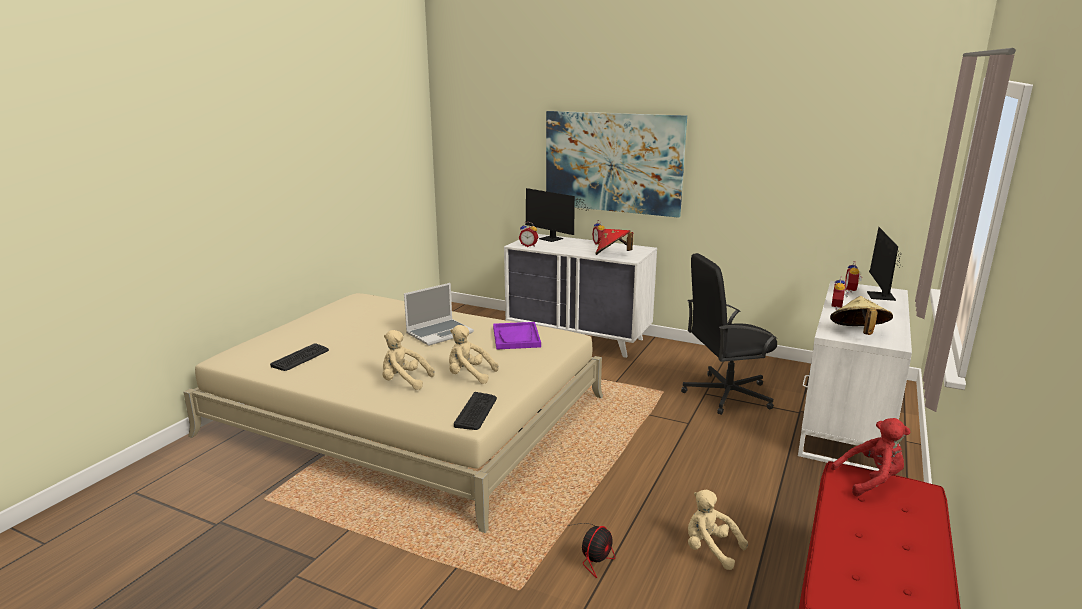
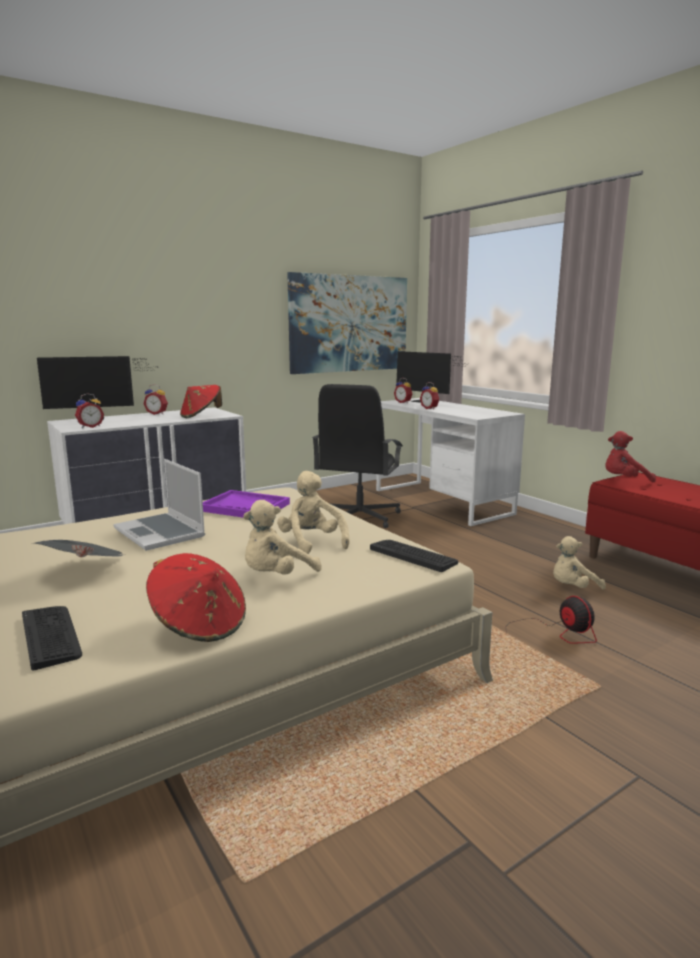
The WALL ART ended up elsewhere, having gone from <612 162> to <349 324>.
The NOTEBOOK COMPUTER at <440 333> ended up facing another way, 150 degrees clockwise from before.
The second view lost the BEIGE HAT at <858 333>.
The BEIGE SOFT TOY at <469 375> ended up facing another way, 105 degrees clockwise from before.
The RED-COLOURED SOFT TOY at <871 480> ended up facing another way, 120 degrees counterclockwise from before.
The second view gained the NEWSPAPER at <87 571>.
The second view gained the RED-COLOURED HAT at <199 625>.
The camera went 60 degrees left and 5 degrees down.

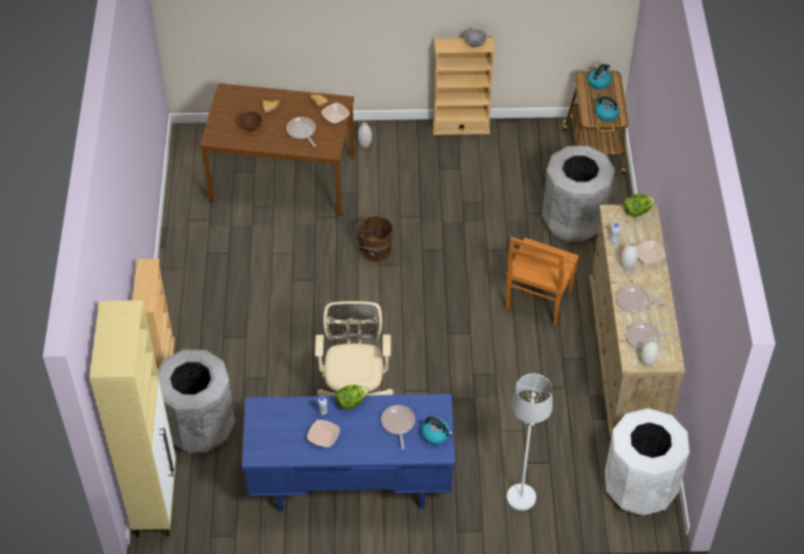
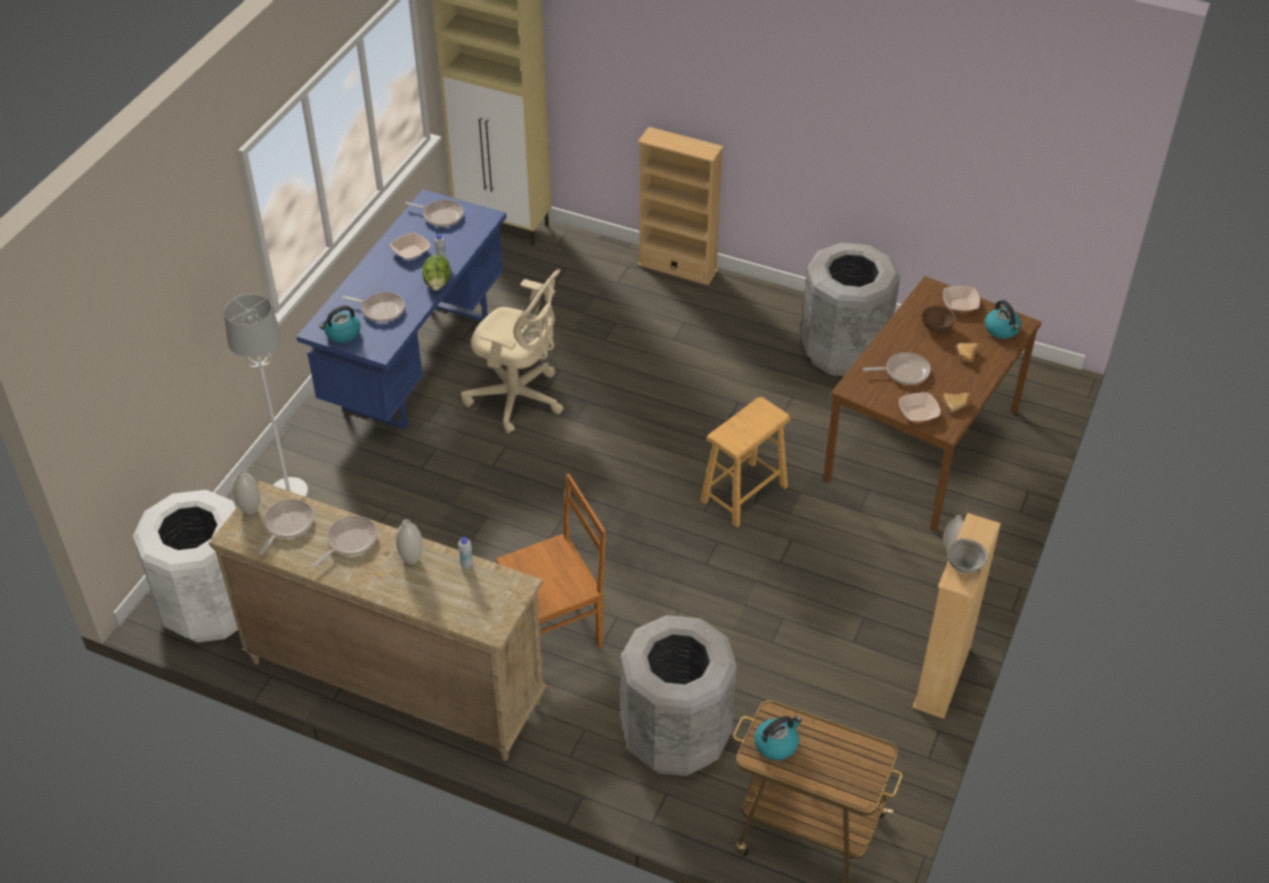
The TEA KETTLE ended up elsewhere, having gone from <599 82> to <1002 329>.
The second view lost the LETTUCE at <637 211>.
Where the BROWN-COLOURED PAIL stood at <375 250>, the BROWN-COLOURED SITTING STOOL came to stand at <743 493>.
The BROWN-COLOURED PLAIN CHAIR at <537 301> ended up facing another way, 105 degrees clockwise from before.
The DEEP DISH ended up elsewhere, having gone from <649 256> to <960 304>.
The GREY RUBBISH BIN ended up elsewhere, having gone from <200 428> to <843 351>.
The second view gained the FRYING PAN at <441 216>.
The camera went 115 degrees right and 5 degrees down.

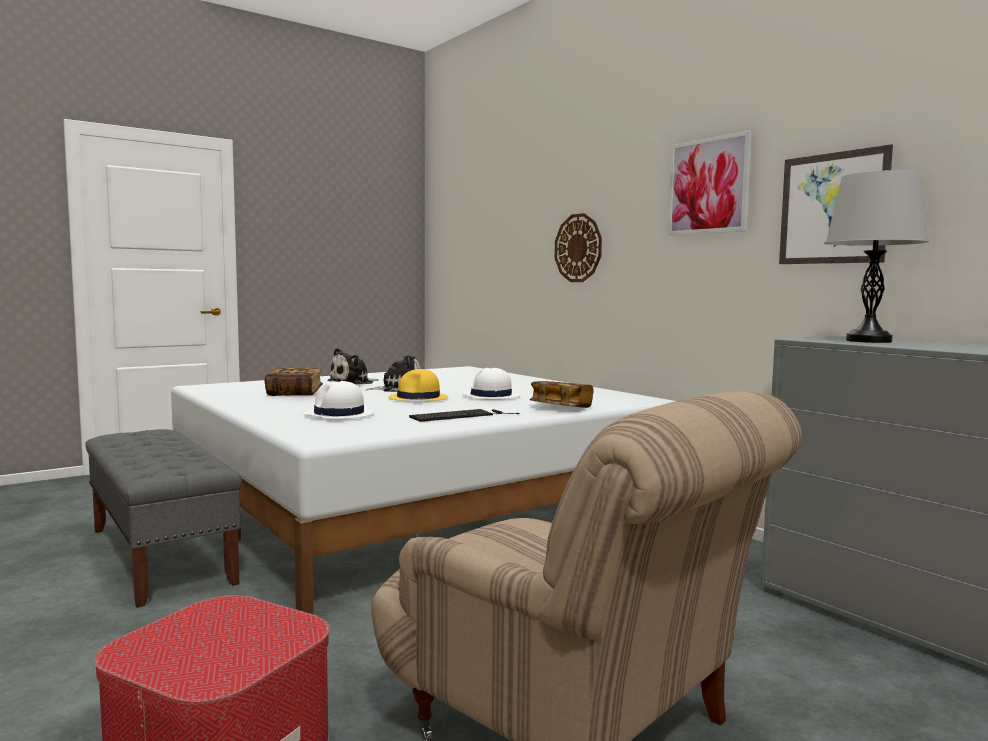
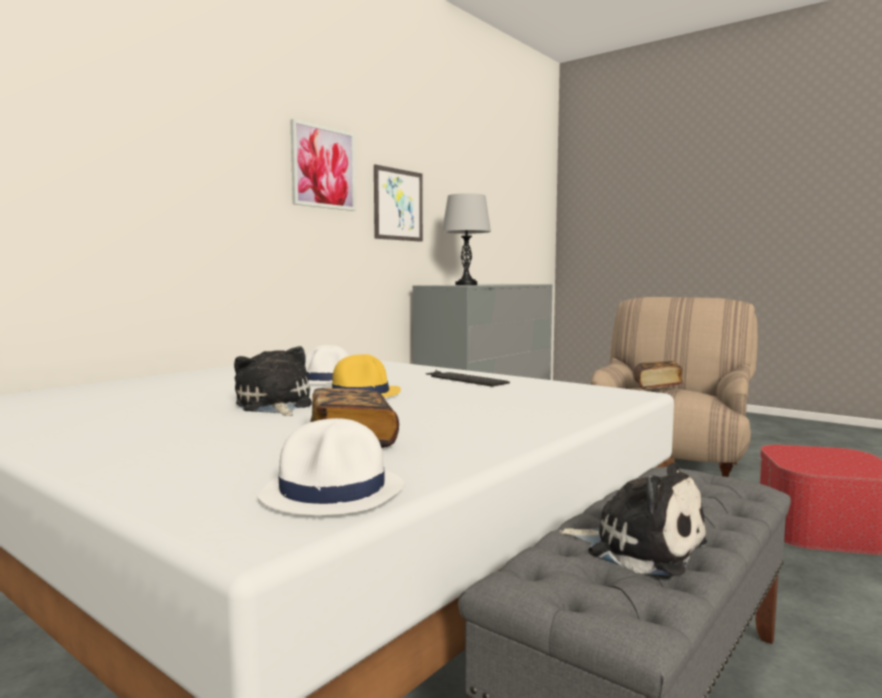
The second view lost the HANGING CLOCK at <578 248>.
The SOFT TOY ended up elsewhere, having gone from <353 382> to <639 547>.
The WHITISH HAT ended up elsewhere, having gone from <339 415> to <334 492>.
The VOLUME ended up elsewhere, having gone from <561 408> to <657 387>.
The camera went 105 degrees left and 0 degrees up.

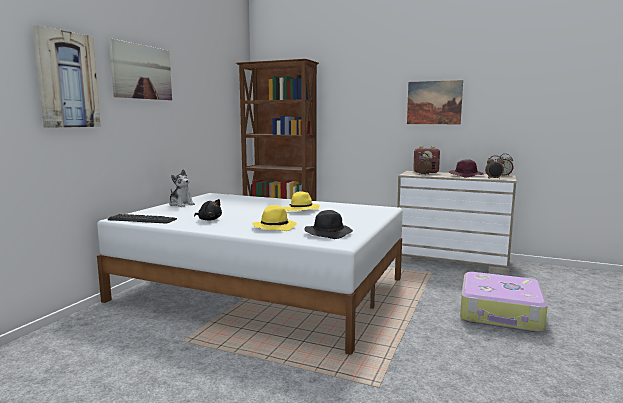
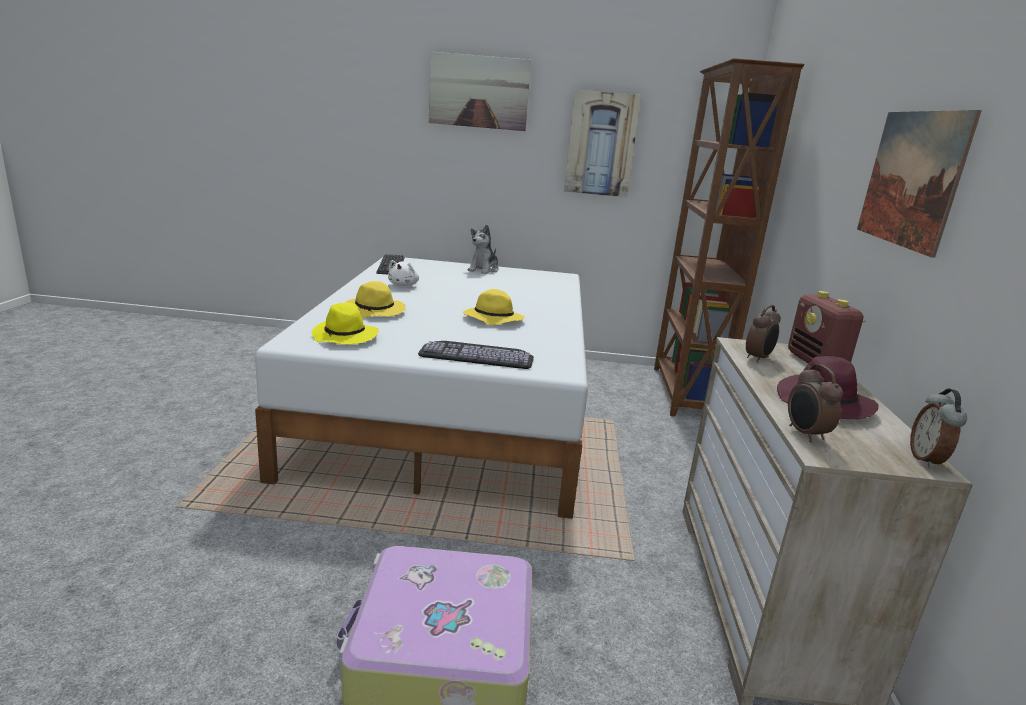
The WALL ART ended up elsewhere, having gone from <67 80> to <601 144>.
What was the BLACKISH SOFT TOY at <209 219> turned into the WHITISH SOFT TOY at <403 285>.
What was the BLACKISH HAT at <329 233> turned into the YELLOW HAT at <345 337>.
The second view gained the COMPUTER KEYBOARD at <478 354>.
The camera went 70 degrees right and 10 degrees up.

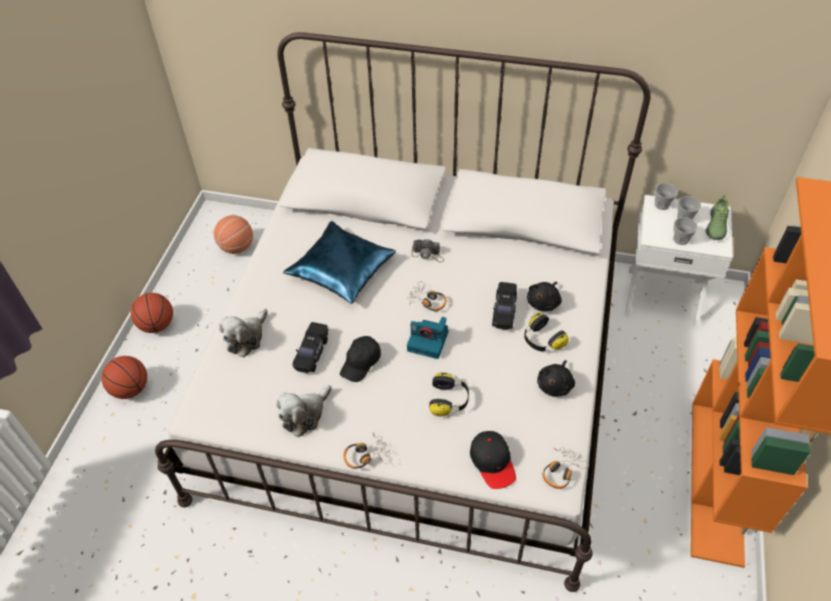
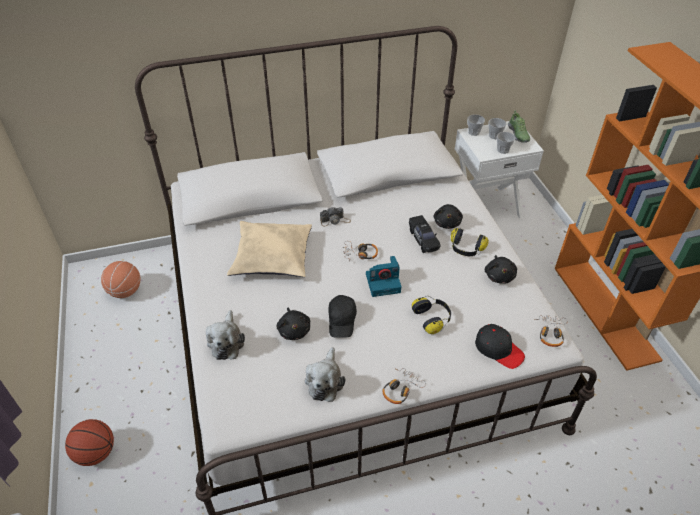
What was the BLUE-COLOURED PILLOW at <341 270> turned into the BEIGE PILLOW at <272 257>.
The second view lost the BALL FOR BASKETBALL at <157 325>.
Where the BLACKISH MODEL CAR stood at <311 353>, the BLACKISH SOFT TOY came to stand at <294 330>.
The camera went 30 degrees left and 5 degrees down.

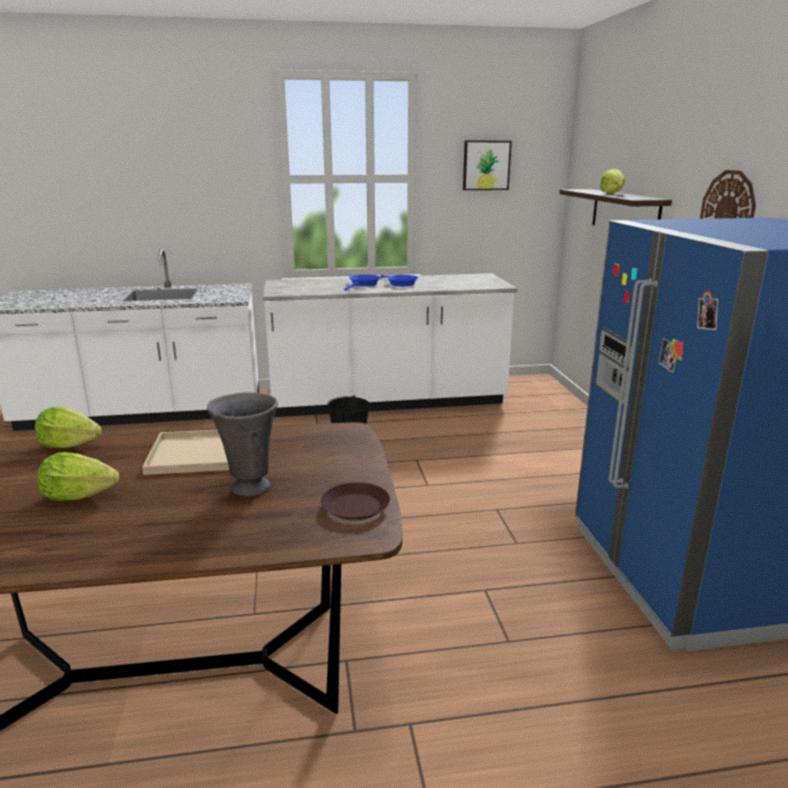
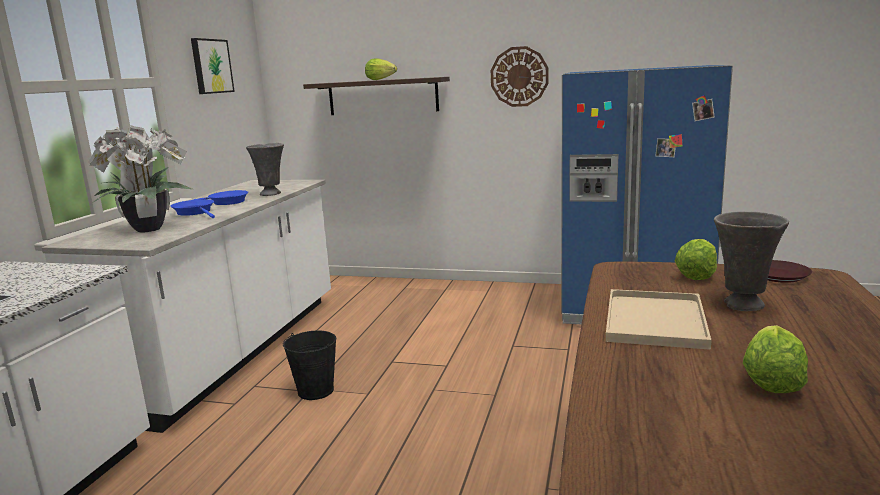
The LETTUCE ended up elsewhere, having gone from <69 445> to <696 276>.
The second view gained the POTTED PLANT at <146 229>.
The second view gained the GREY DECORATIVE VASE at <271 194>.
The camera went 65 degrees left and 5 degrees down.

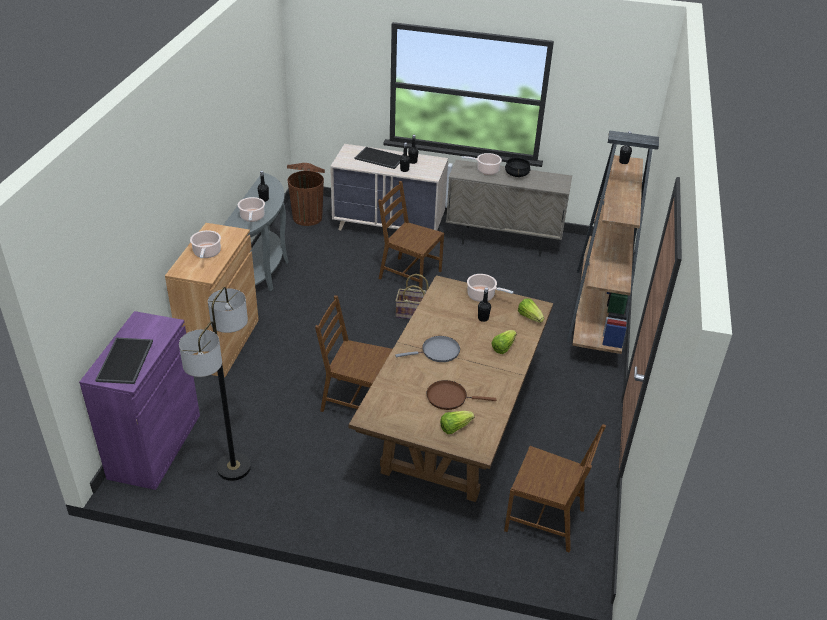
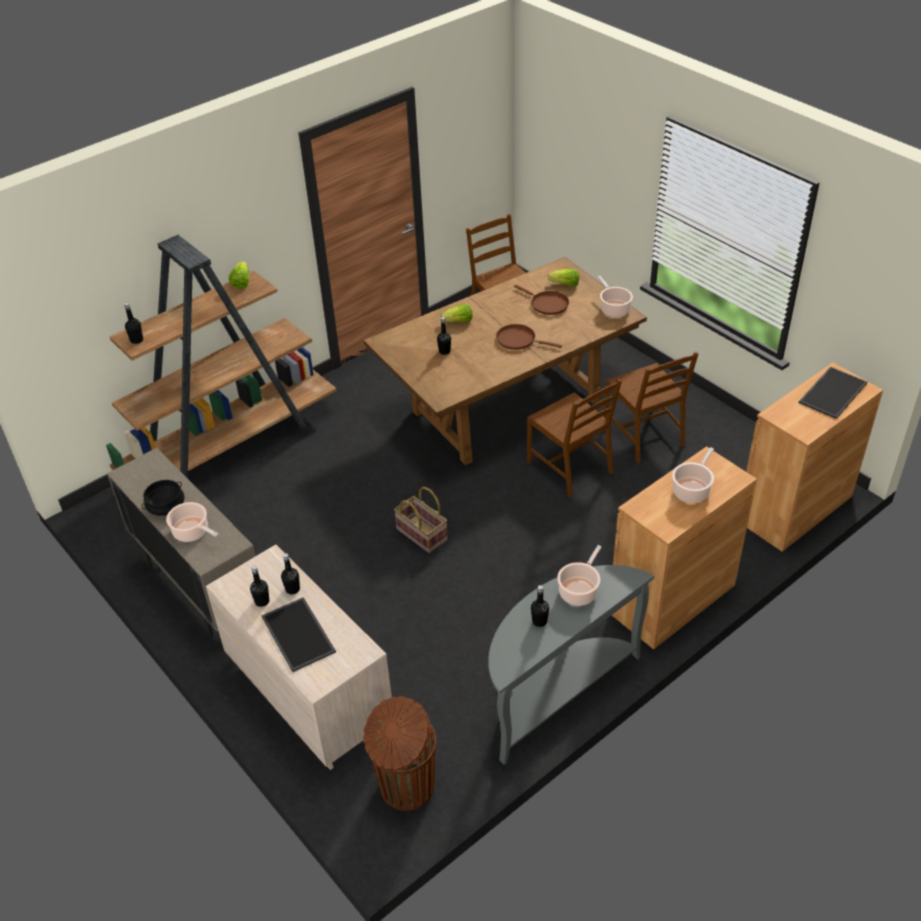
The BROWN-COLOURED PLAIN CHAIR ended up elsewhere, having gone from <409 275> to <644 435>.
The SAUCEPOT ended up elsewhere, having gone from <482 296> to <614 309>.
The second view lost the FLOOR LAMP at <233 468>.
The LETTUCE ended up elsewhere, having gone from <530 317> to <241 282>.
What was the PURPLE CABINET at <155 446> turned into the BROWN-COLOURED CABINET at <794 508>.
What was the GREY FRYING PAN at <438 352> turned into the BROWN-COLOURED FRYING PAN at <518 340>.
The camera went 140 degrees left and 5 degrees up.

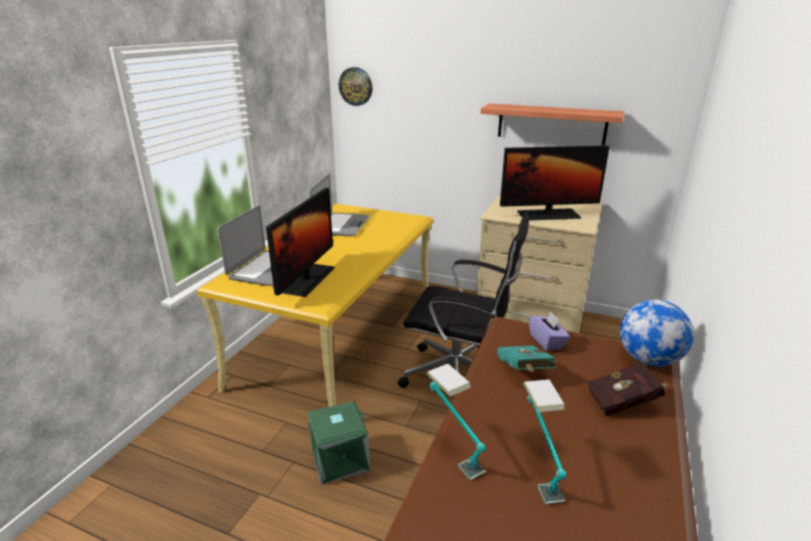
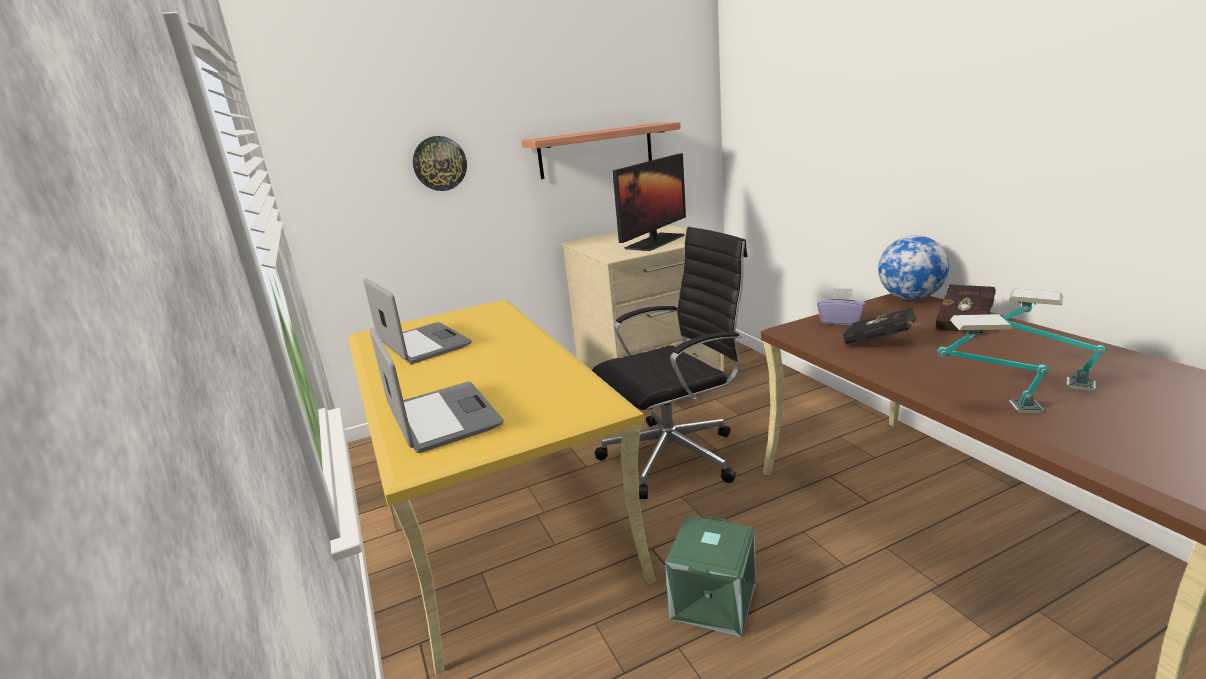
The HANGING CLOCK ended up elsewhere, having gone from <356 86> to <439 163>.
The second view lost the MONITOR at <307 279>.
What was the TURQUOISE-COLOURED VOLUME at <523 372> turned into the BLACKISH VOLUME at <881 343>.
The camera went 45 degrees left and 5 degrees down.

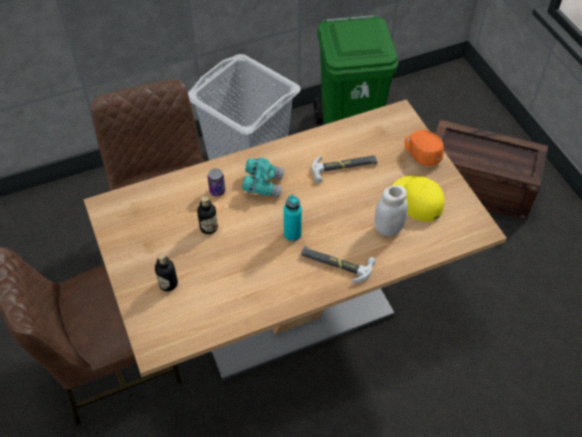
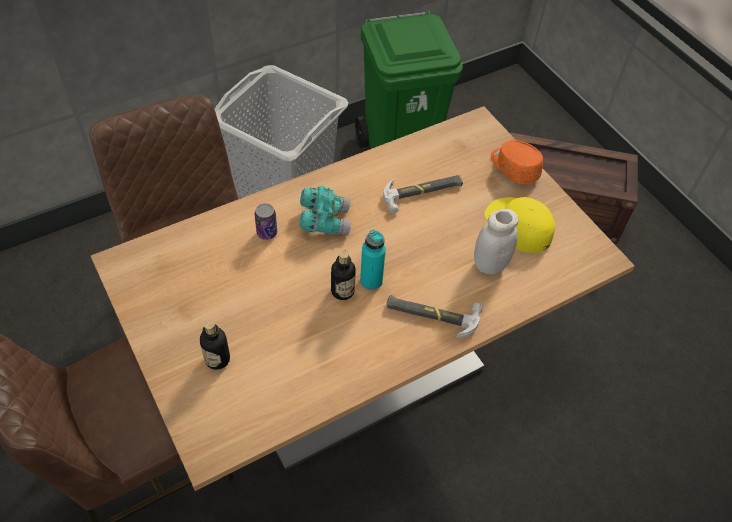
The BEVERAGE BOTTLE ended up elsewhere, having gone from <209 227> to <342 291>.
The camera went 10 degrees left and 0 degrees up.

